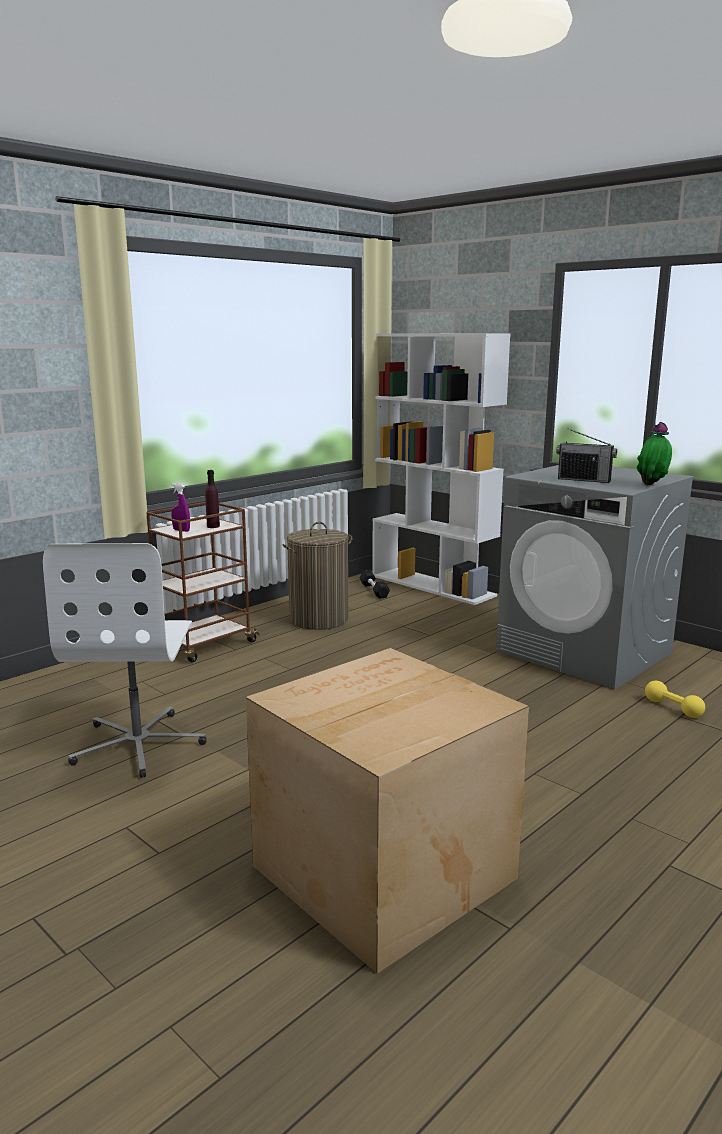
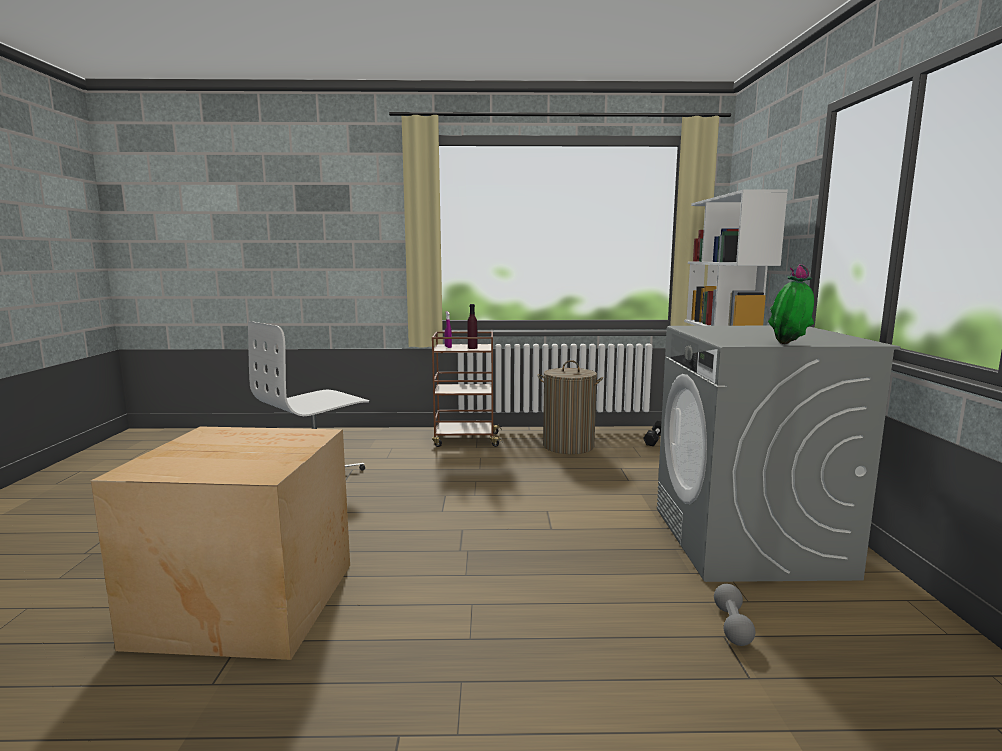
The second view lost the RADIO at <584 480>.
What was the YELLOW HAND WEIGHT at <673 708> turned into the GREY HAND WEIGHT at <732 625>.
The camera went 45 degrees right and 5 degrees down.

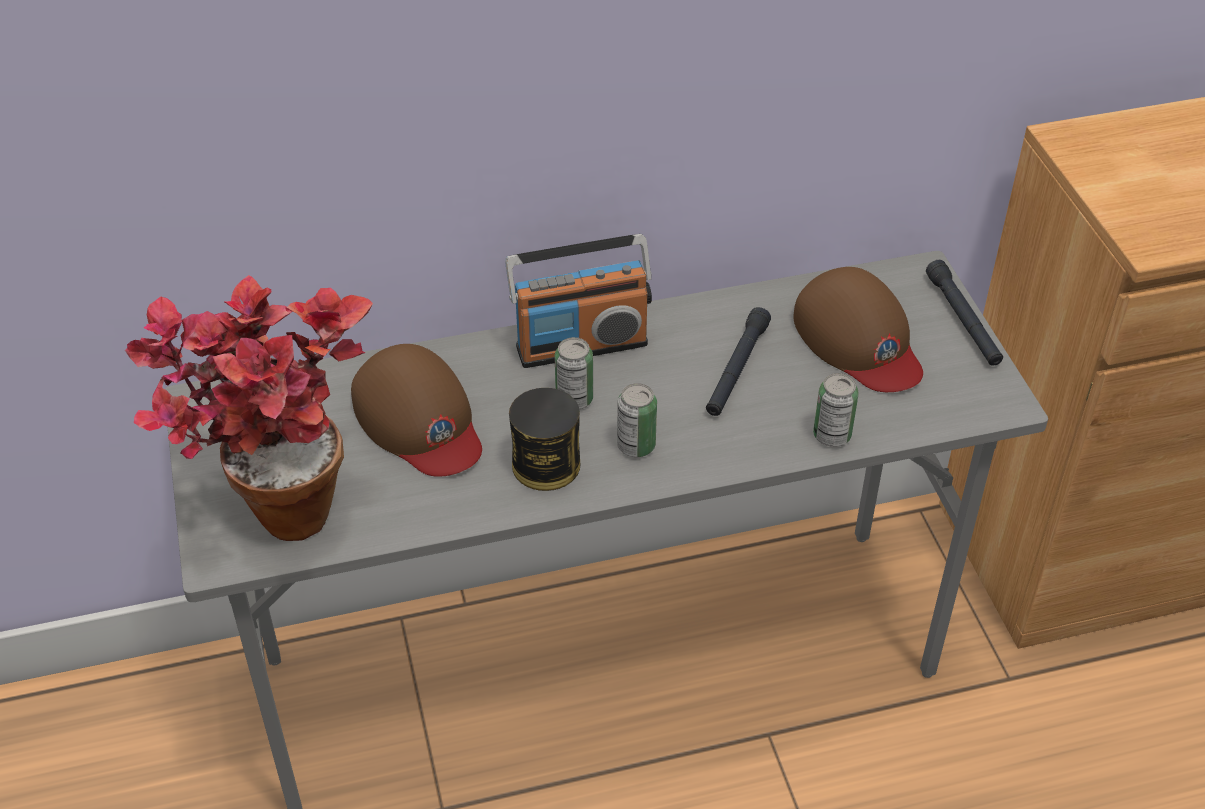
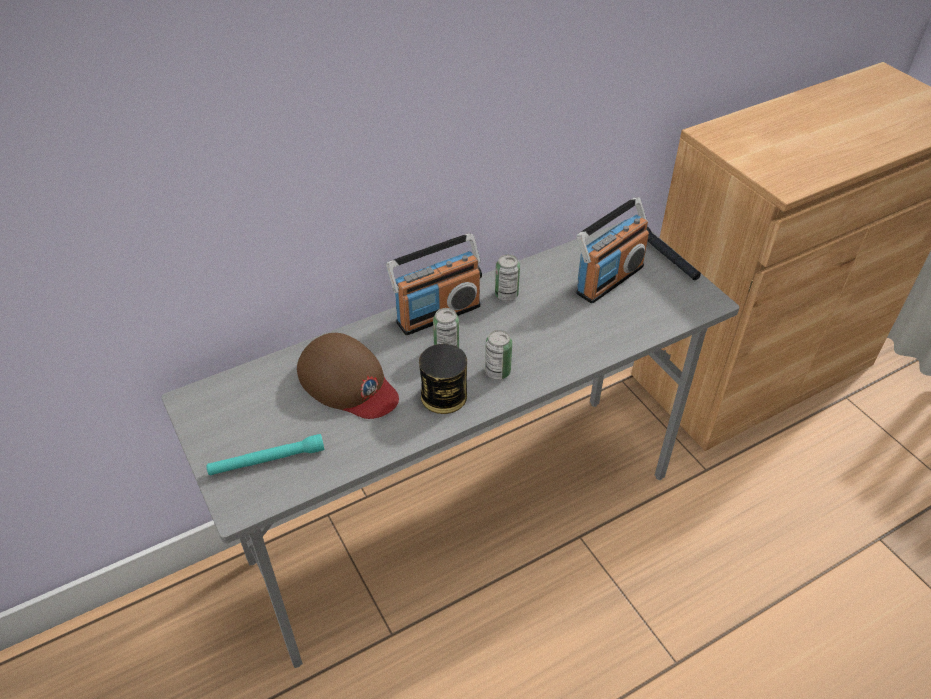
Where the BROWN-COLOURED PEAKED CAP stood at <858 340>, the RADIO came to stand at <609 279>.
Where the POTTED PLANT stood at <274 504>, the TURQUOISE-COLOURED FLASHLIGHT came to stand at <267 461>.
The second view lost the BLACKISH FLASHLIGHT at <736 369>.
The SEALED CAN ended up elsewhere, having gone from <832 435> to <506 295>.
The camera went 15 degrees left and 0 degrees up.

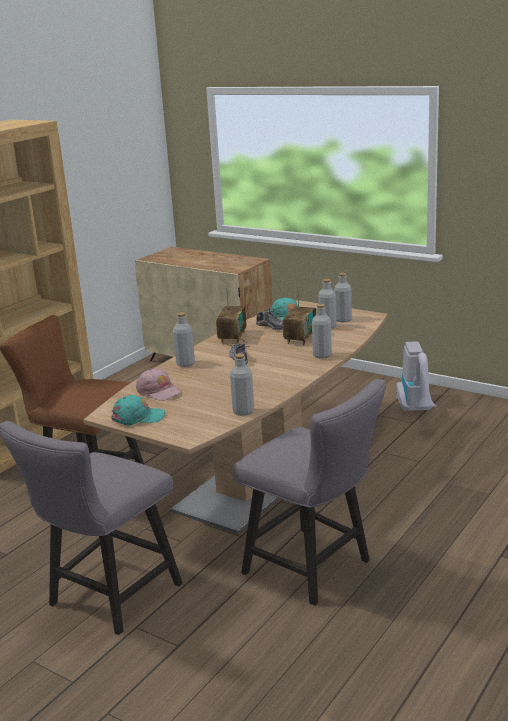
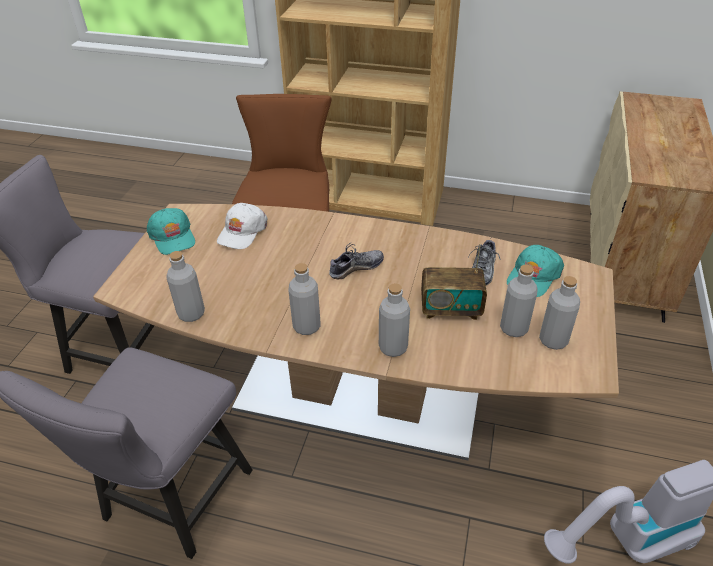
The second view lost the RADIO at <232 337>.
The GREY BEVERAGE BOTTLE ended up elsewhere, having gone from <185 363> to <306 326>.
What was the PINKISH PEAKED CAP at <159 391> turned into the WHITISH PEAKED CAP at <242 232>.
The camera went 70 degrees right and 20 degrees up.

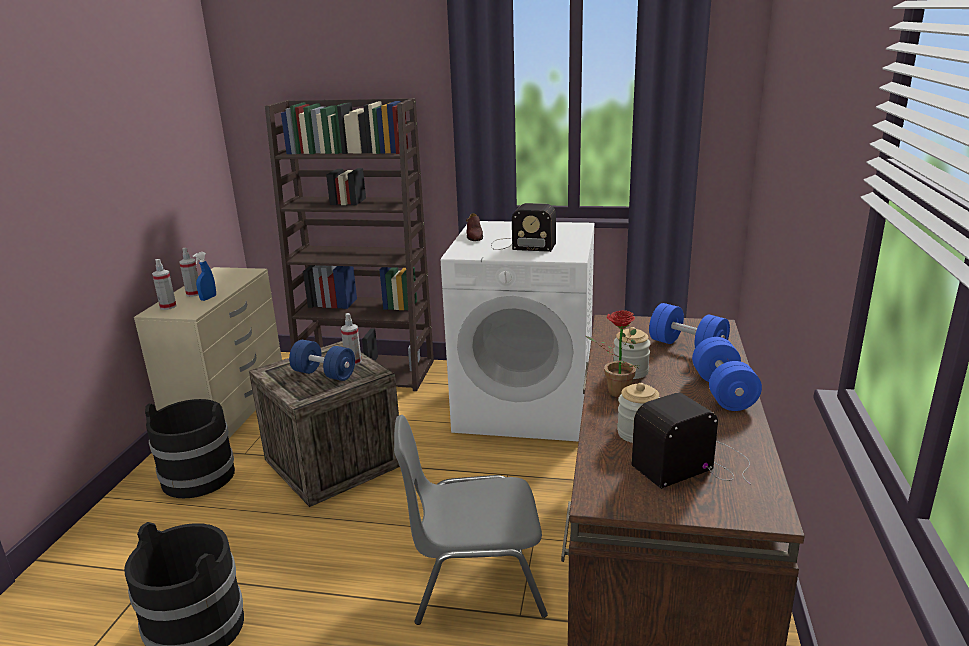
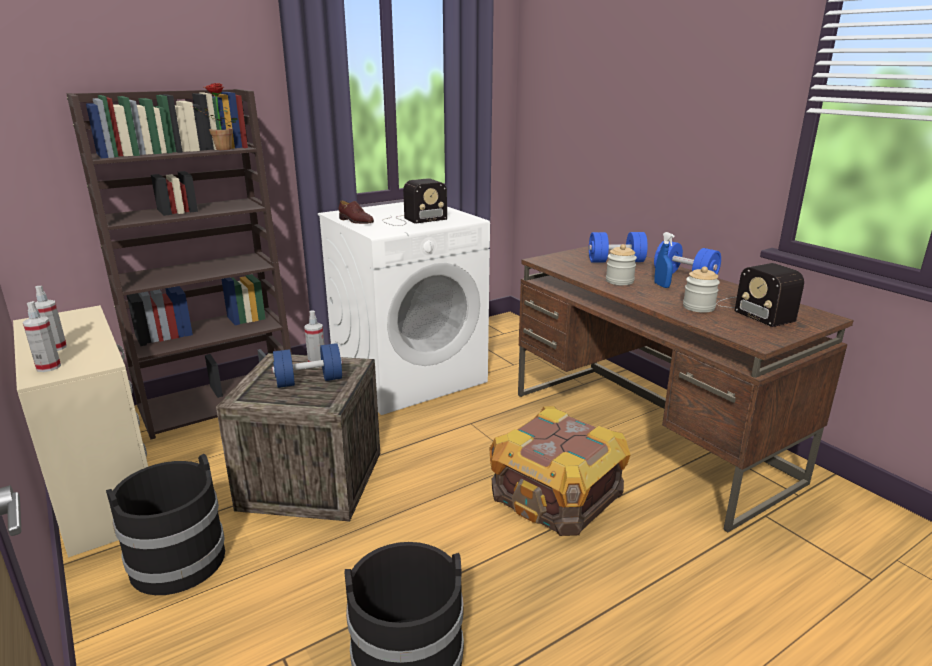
The BLUE-COLOURED SPRAYER ended up elsewhere, having gone from <208 298> to <661 285>.
The POTTED PLANT ended up elsewhere, having gone from <614 392> to <220 149>.
The RADIO at <695 463> ended up facing another way, 45 degrees counterclockwise from before.
Where the GREY PLAIN CHAIR stood at <474 578>, the CRATE came to stand at <555 494>.
The camera went 45 degrees left and 0 degrees up.

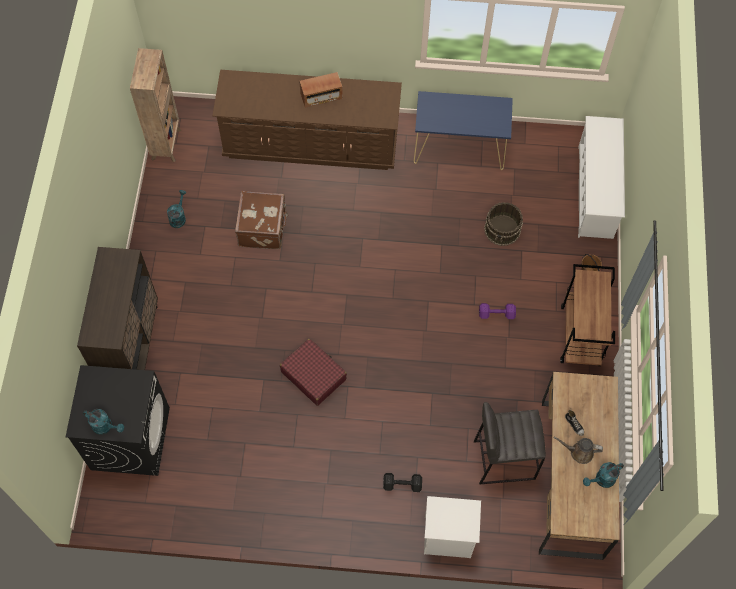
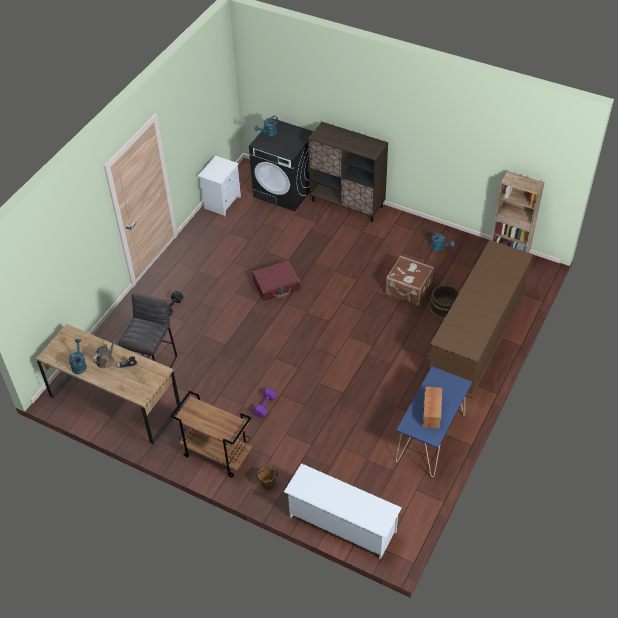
The RADIO ended up elsewhere, having gone from <321 96> to <431 413>.
The BROWN-COLOURED PAIL ended up elsewhere, having gone from <502 229> to <444 308>.
The WHITISH NIGHTSTAND ended up elsewhere, having gone from <447 538> to <222 202>.
The camera went 115 degrees right and 15 degrees down.

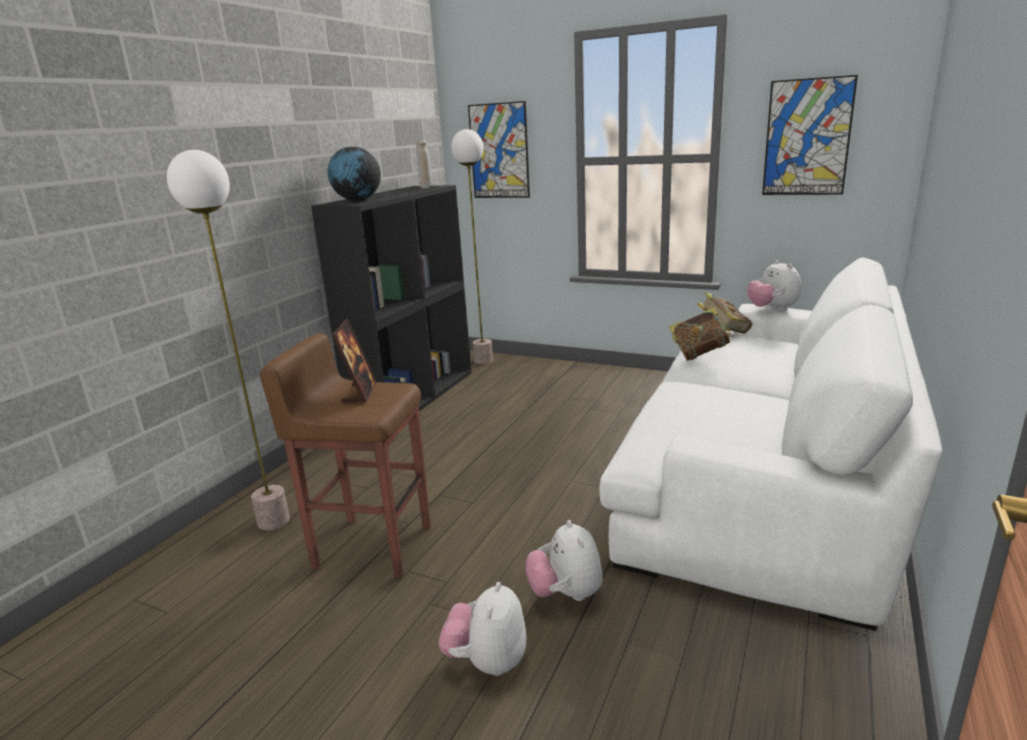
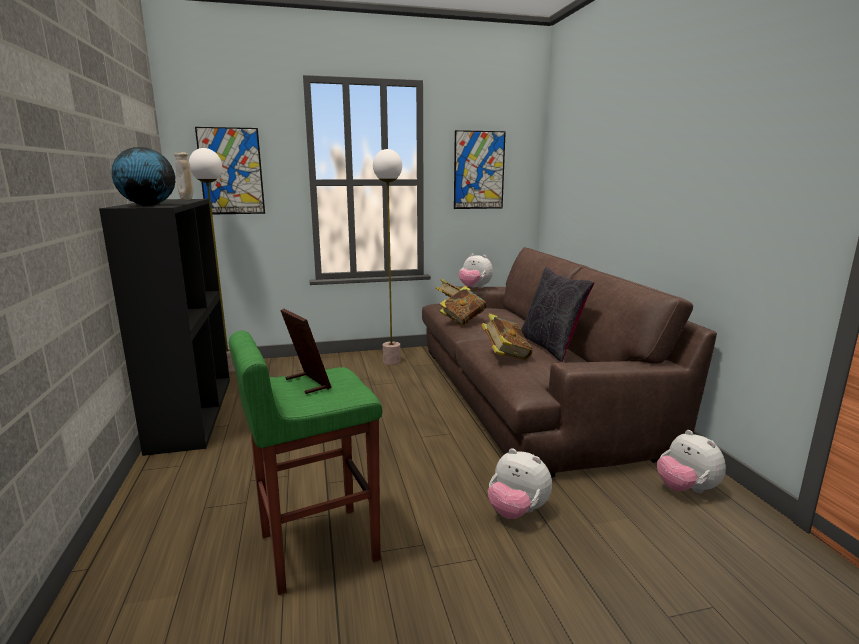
The FLOOR LAMP ended up elsewhere, having gone from <274 521> to <392 362>.
What was the WHITISH SETTEE at <766 468> turned into the BROWN-COLOURED SETTEE at <528 392>.
What was the BROWN-COLOURED SITTING STOOL at <372 545> turned into the GREENISH SITTING STOOL at <316 547>.
The SOFT TOY ended up elsewhere, having gone from <487 661> to <686 489>.
The second view gained the BLACKISH PILLOW at <550 346>.
The second view gained the VOLUME at <505 356>.
The camera went 40 degrees left and 5 degrees down.

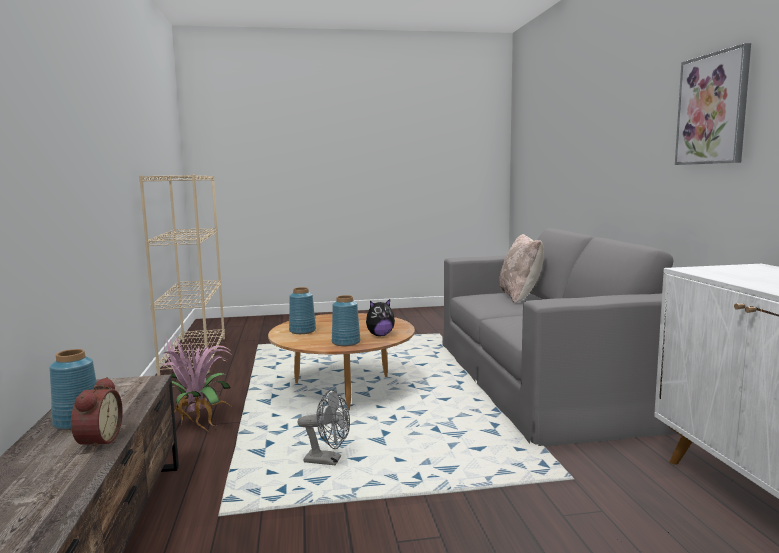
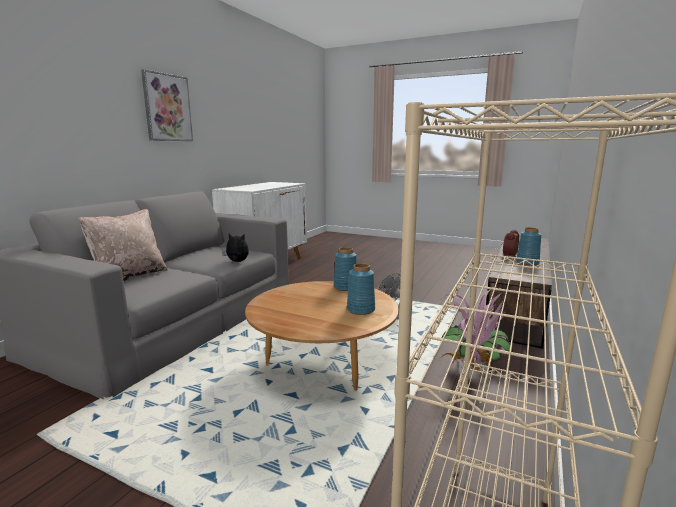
The SOFT TOY ended up elsewhere, having gone from <380 335> to <237 262>.
The camera went 145 degrees left and 5 degrees up.

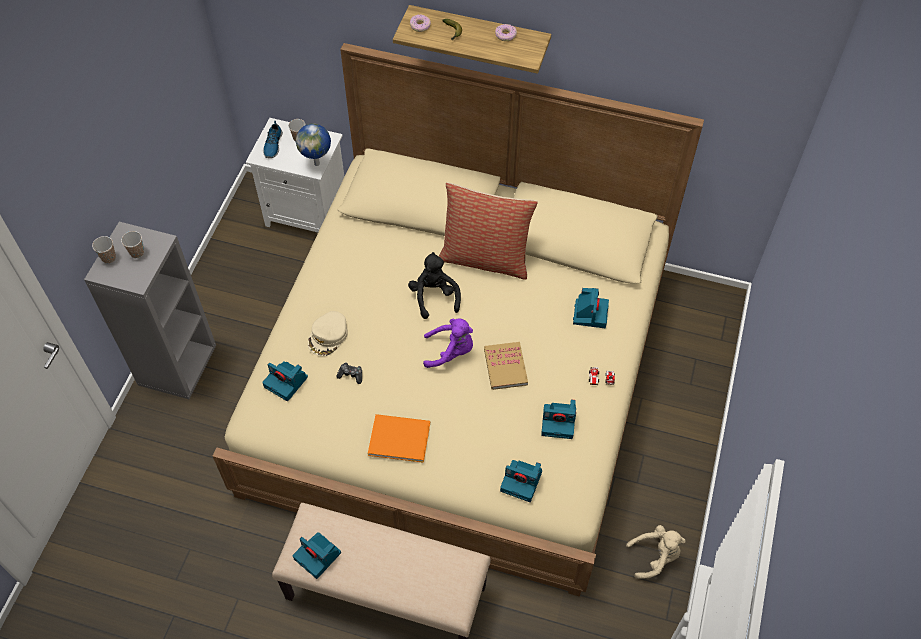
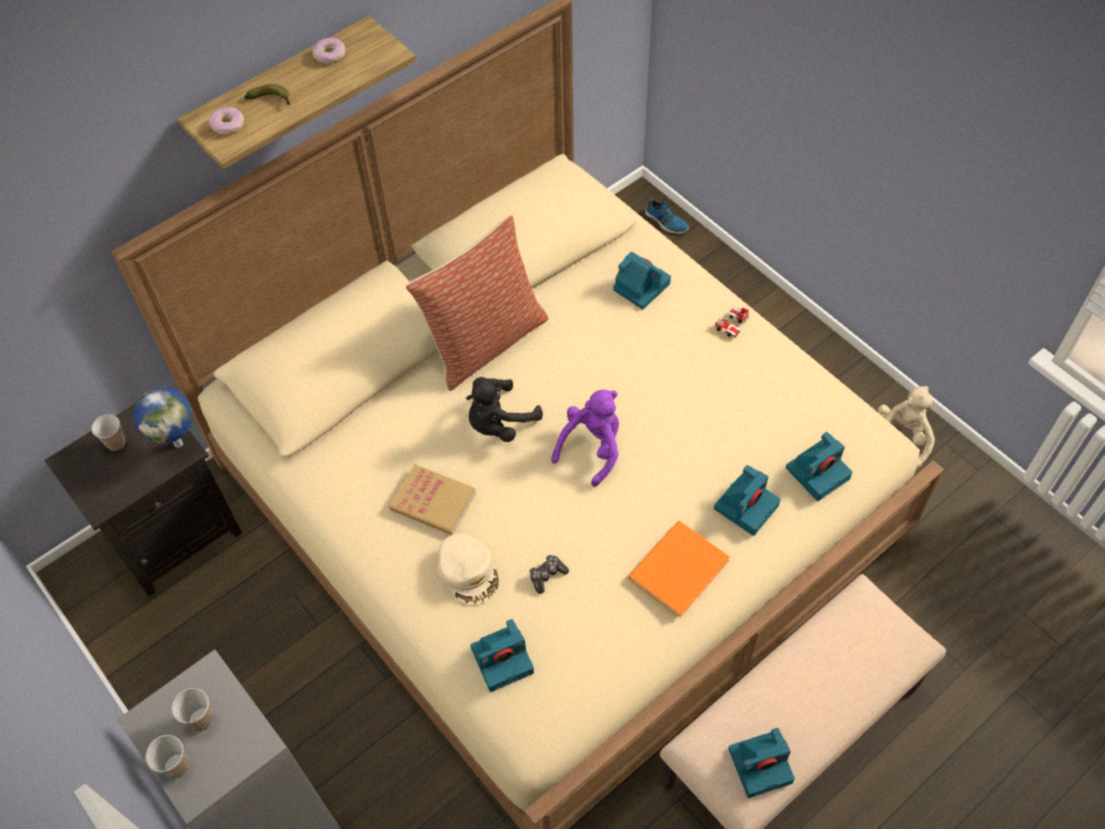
What was the WHITISH NIGHTSTAND at <308 213> turned into the BLACKISH NIGHTSTAND at <175 533>.
The SHOE ended up elsewhere, having gone from <272 145> to <666 222>.
The BLACKISH SOFT TOY at <434 296> ended up facing another way, 60 degrees counterclockwise from before.
The VOLUME ended up elsewhere, having gone from <505 367> to <433 501>.
The PHOTO CAMERA ended up elsewhere, having gone from <559 422> to <746 506>.
The camera went 55 degrees left and 0 degrees up.

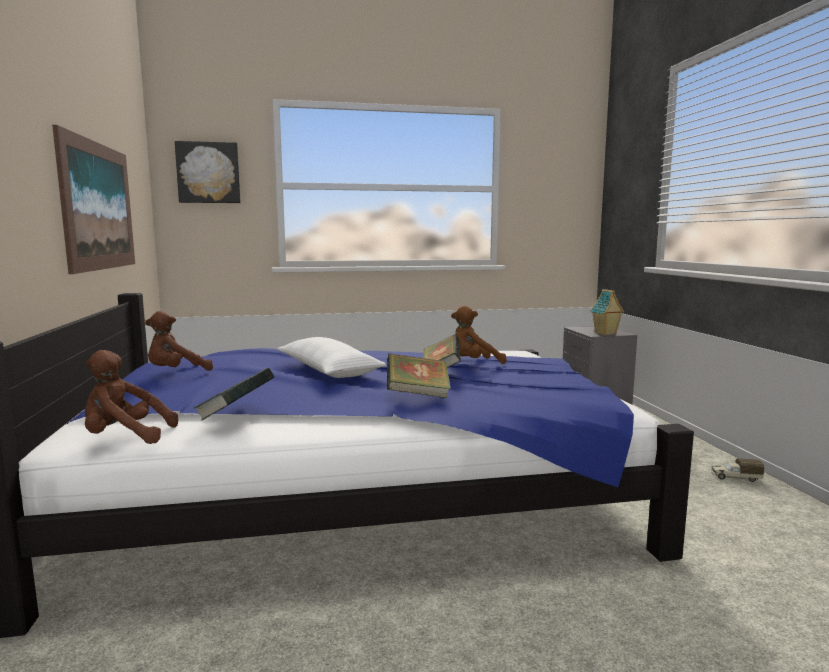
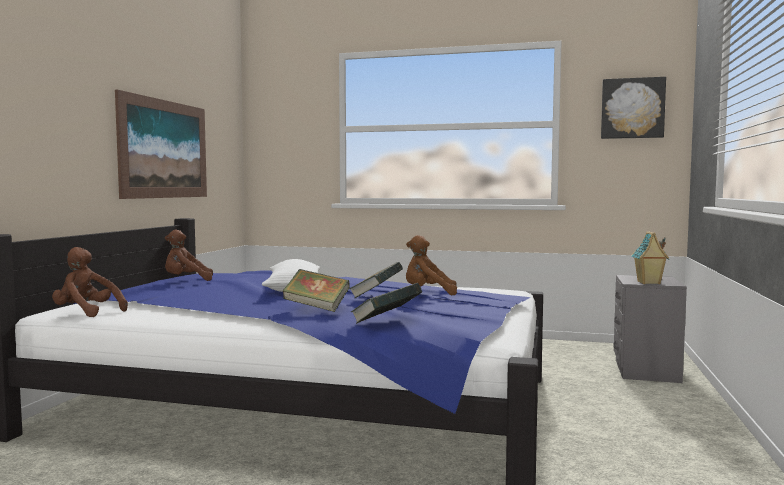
The WALL ART ended up elsewhere, having gone from <208 173> to <632 108>.
The VOLUME ended up elsewhere, having gone from <236 414> to <386 322>.
The second view lost the MODEL TRUCK at <735 478>.
The camera went 25 degrees right and 5 degrees down.

